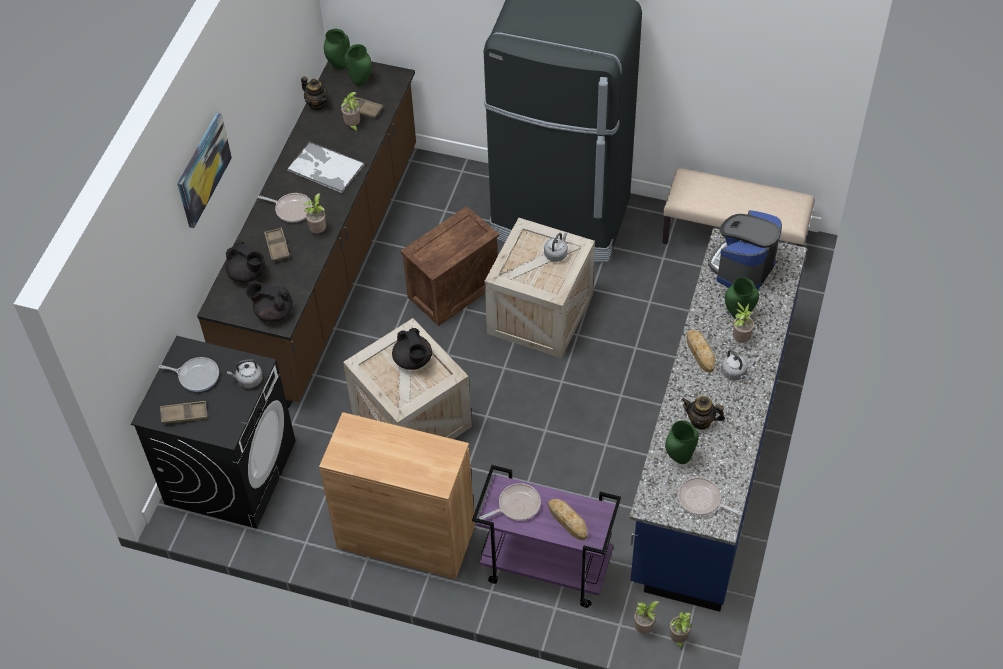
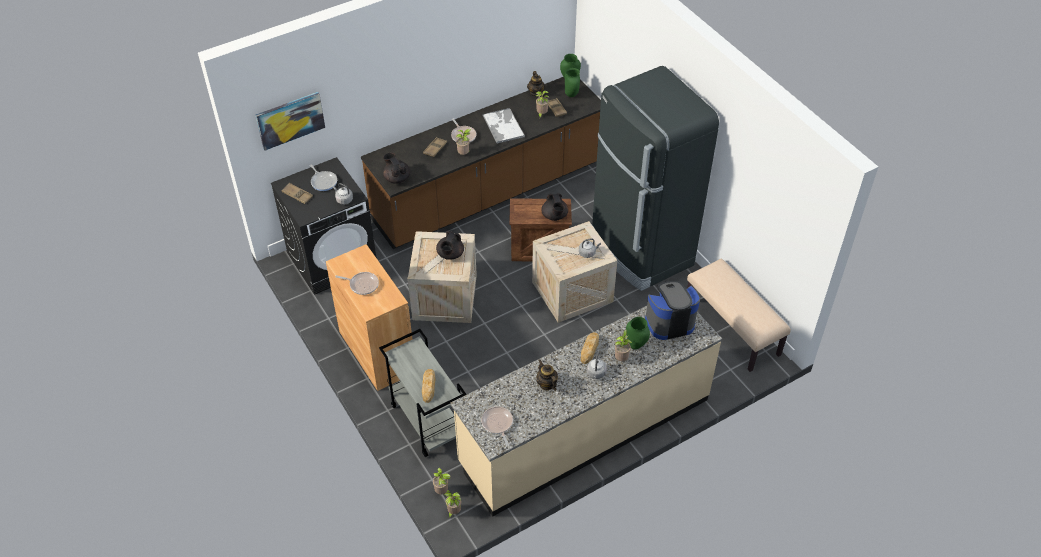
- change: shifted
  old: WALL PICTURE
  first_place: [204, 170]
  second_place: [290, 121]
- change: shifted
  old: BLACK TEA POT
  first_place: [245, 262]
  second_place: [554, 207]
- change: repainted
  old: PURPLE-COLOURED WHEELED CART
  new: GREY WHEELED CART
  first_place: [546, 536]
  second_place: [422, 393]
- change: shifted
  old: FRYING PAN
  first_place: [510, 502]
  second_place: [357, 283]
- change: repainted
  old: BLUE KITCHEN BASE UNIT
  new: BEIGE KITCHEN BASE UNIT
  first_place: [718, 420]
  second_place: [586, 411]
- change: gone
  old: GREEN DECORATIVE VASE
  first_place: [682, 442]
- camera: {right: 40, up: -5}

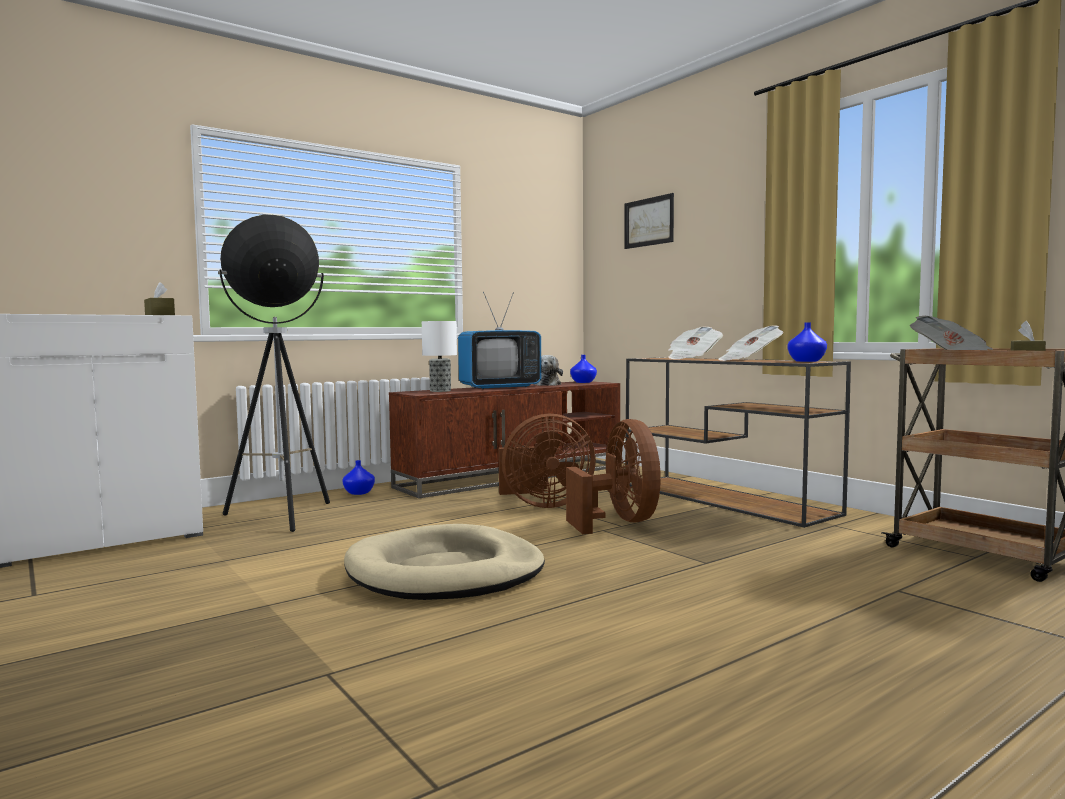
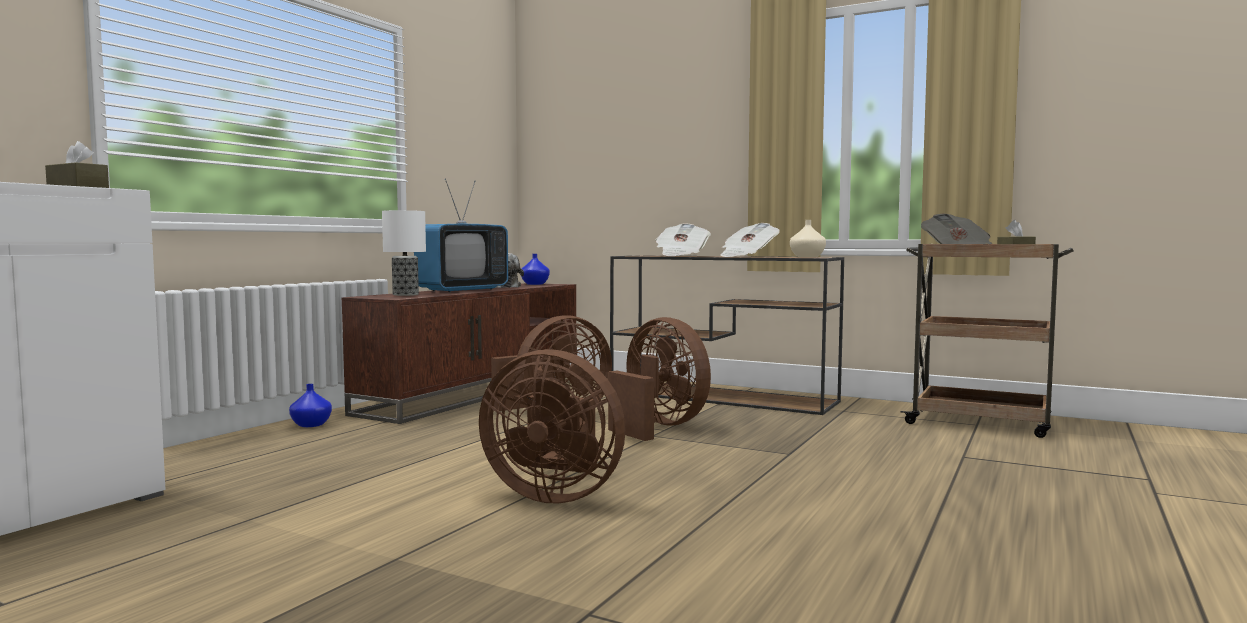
- change: gone
  old: STANDARD LAMP
  first_place: [274, 373]
- change: swapped
  old: BEIGE DOG CUSHION
  new: BROWN-COLOURED ELECTRIC FAN
  first_place: [444, 562]
  second_place: [552, 426]
- change: gone
  old: WALL PICTURE
  first_place: [649, 221]
- change: repainted
  old: BLUE DECORATIVE VASE
  new: BEIGE DECORATIVE VASE
  first_place: [807, 342]
  second_place: [808, 238]
- camera: {right: -25, up: 0}

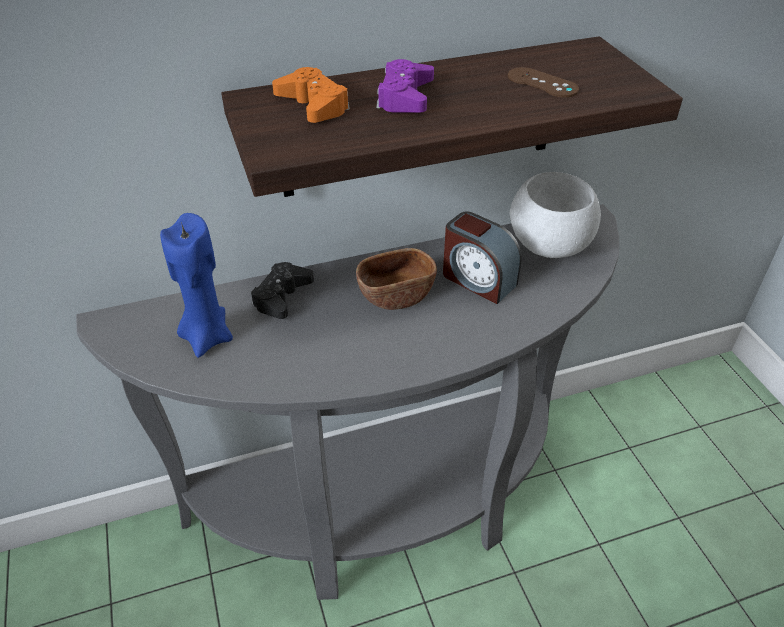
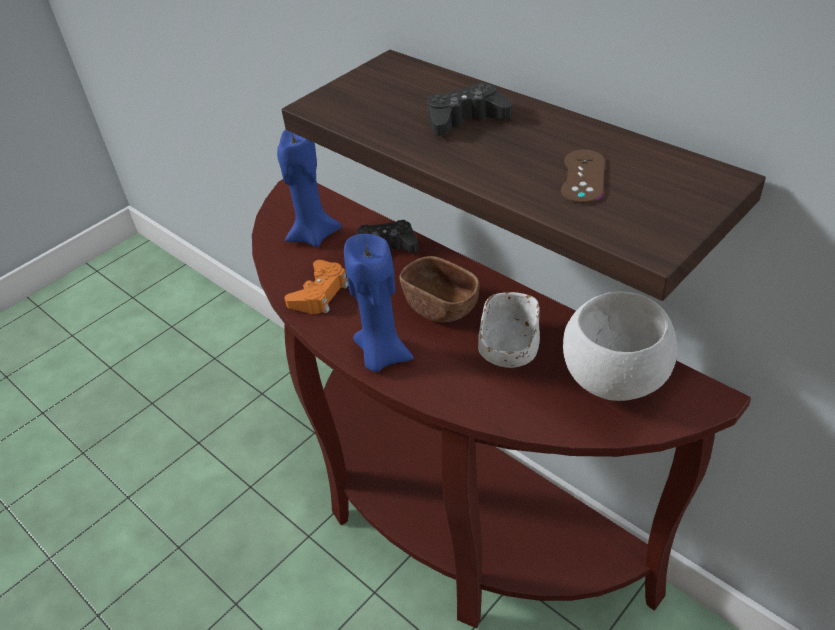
- change: repainted
  old: GREY CONSOLE TABLE
  new: BROWN-COLOURED CONSOLE TABLE
  first_place: [347, 402]
  second_place: [501, 403]
- change: shifted
  old: ORANGEY GAME CONTROLLER
  first_place: [311, 95]
  second_place: [316, 287]
- change: repainted
  old: PURPLE-COLOURED GAME CONTROLLER
  new: BLACK GAME CONTROLLER
  first_place: [405, 86]
  second_place: [469, 109]
- change: swapped
  old: TABLE CLOCK
  new: WHITE SERVING BOWL
  first_place: [482, 258]
  second_place: [509, 330]
- change: new
  new: BLUE CANDLE
  second_place: [379, 303]
- camera: {right: 65, up: 0}

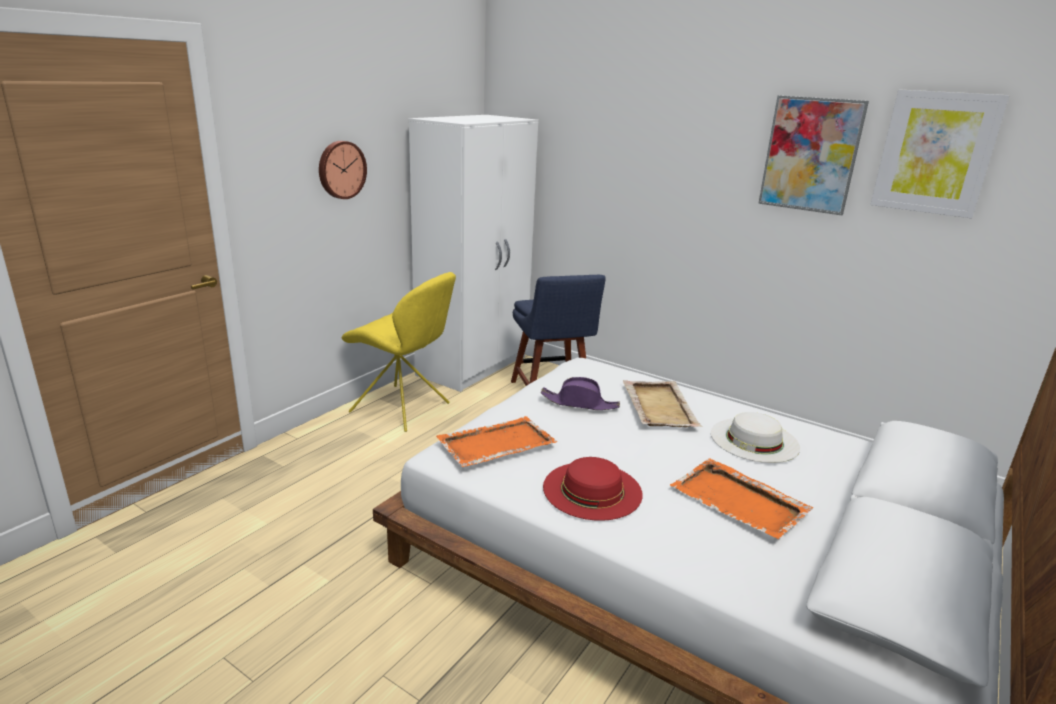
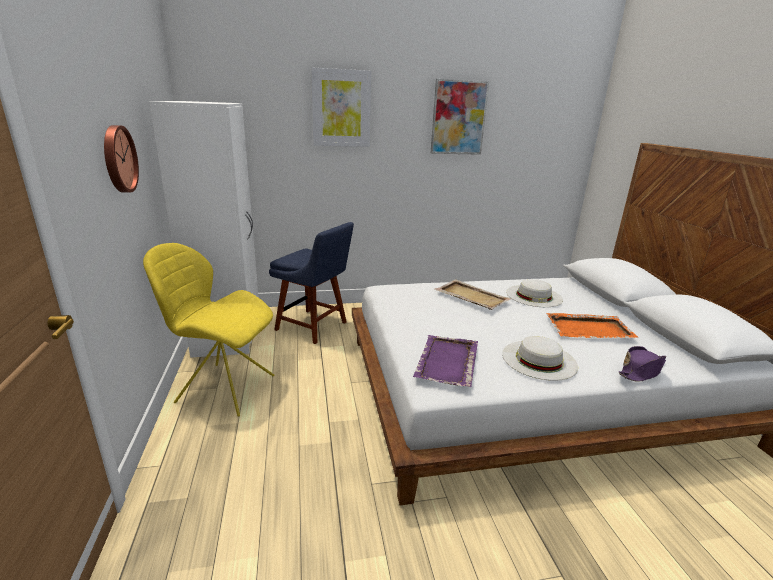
- change: rotated
  old: YELLOW PLAIN CHAIR
  first_place: [399, 352]
  second_place: [208, 330]
  degrees: -150
- change: repainted
  old: ORANGEY SERVING TRAY
  new: PURPLE-COLOURED SERVING TRAY
  first_place: [496, 441]
  second_place: [445, 361]
- change: shifted
  old: PURPLE-COLOURED WEARABLE HAT
  first_place: [580, 393]
  second_place: [642, 364]
- change: repainted
  old: RED WEARABLE HAT
  new: WHITE WEARABLE HAT
  first_place: [593, 489]
  second_place: [540, 358]
- change: shifted
  old: WALL PICTURE
  first_place: [939, 153]
  second_place: [341, 107]
- camera: {right: -45, up: 0}

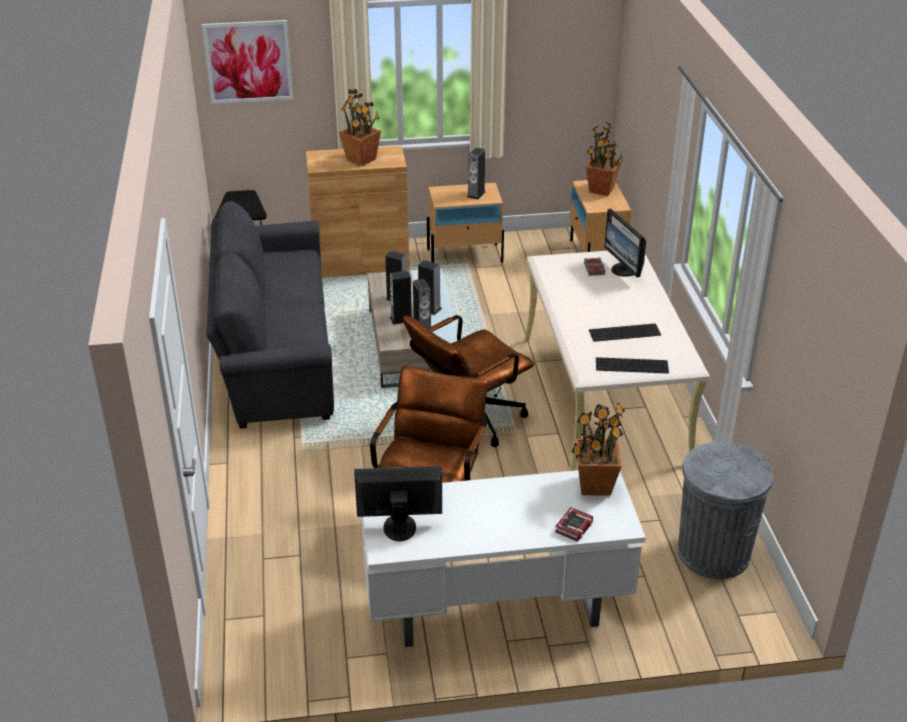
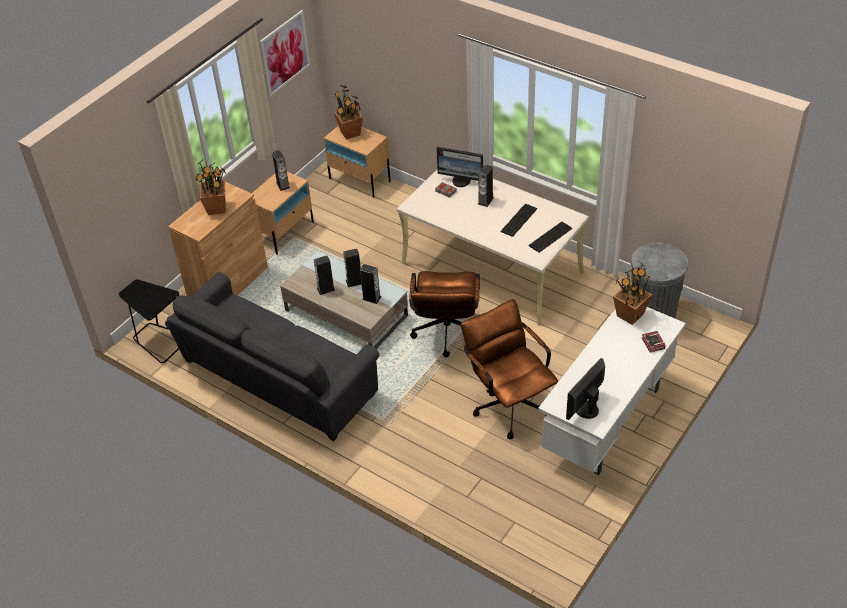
- change: shifted
  old: WALL PICTURE
  first_place: [247, 62]
  second_place: [285, 53]
- change: shifted
  old: SPEAKER
  first_place: [401, 298]
  second_place: [486, 185]
- camera: {right: -45, up: 10}

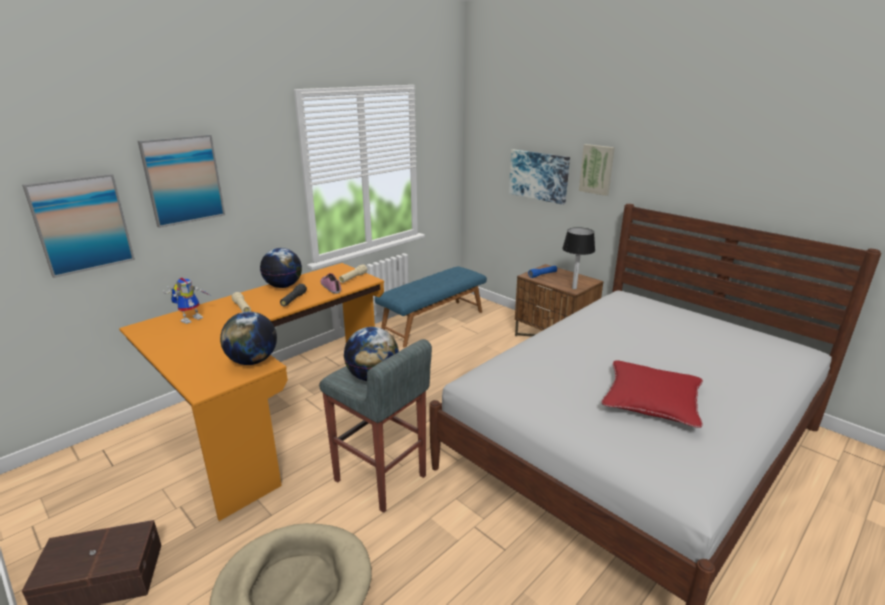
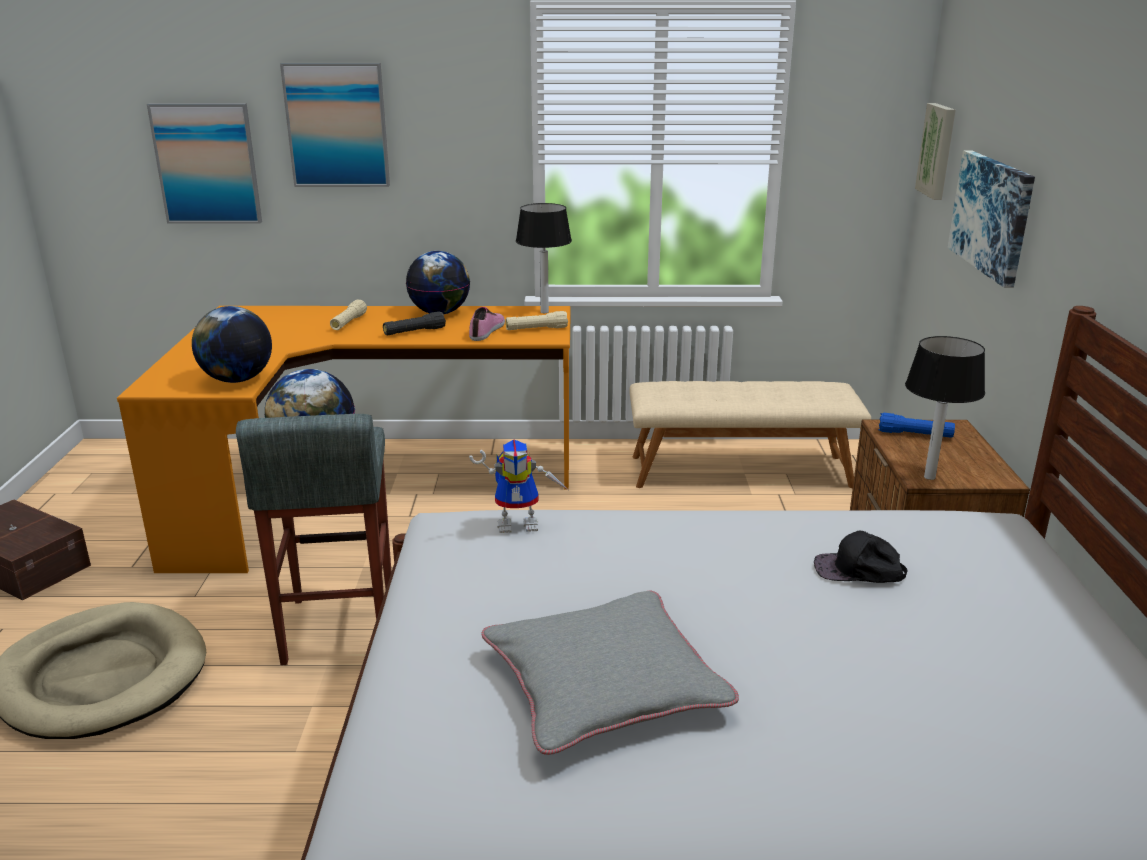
- change: shifted
  old: ROBOT FIGURE
  first_place: [186, 301]
  second_place: [518, 486]
- change: repainted
  old: BLUE BENCH
  new: BEIGE BENCH
  first_place: [431, 307]
  second_place: [750, 434]
- change: shifted
  old: WALL PICTURE
  first_place: [597, 170]
  second_place: [935, 151]
- change: repainted
  old: RED PILLOW
  new: GREY PILLOW
  first_place: [652, 394]
  second_place: [610, 673]
- change: new
  new: LAMP FOR A TABLE
  second_place: [544, 258]
- change: new
  new: BLACK CAP
  second_place: [861, 557]
- camera: {right: 45, up: 0}

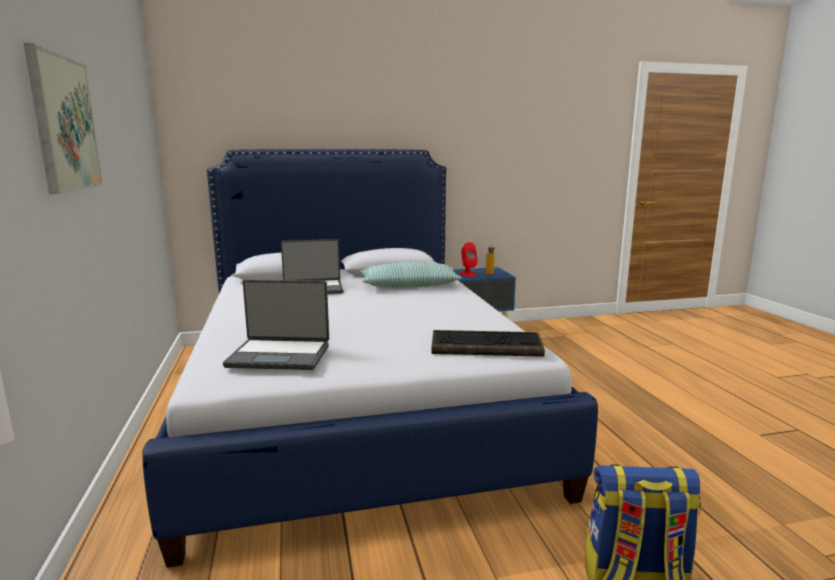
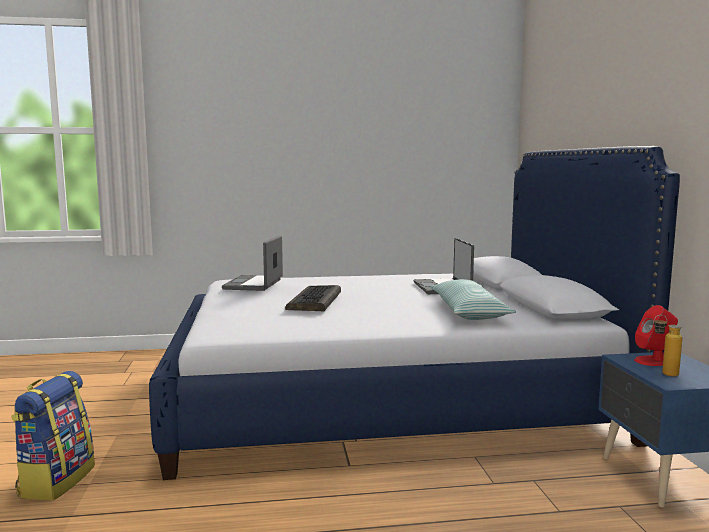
- change: gone
  old: WALL PICTURE
  first_place: [63, 118]
- change: shifted
  old: COMPUTER KEYBOARD
  first_place: [488, 343]
  second_place: [313, 298]
- camera: {right: 95, up: -5}

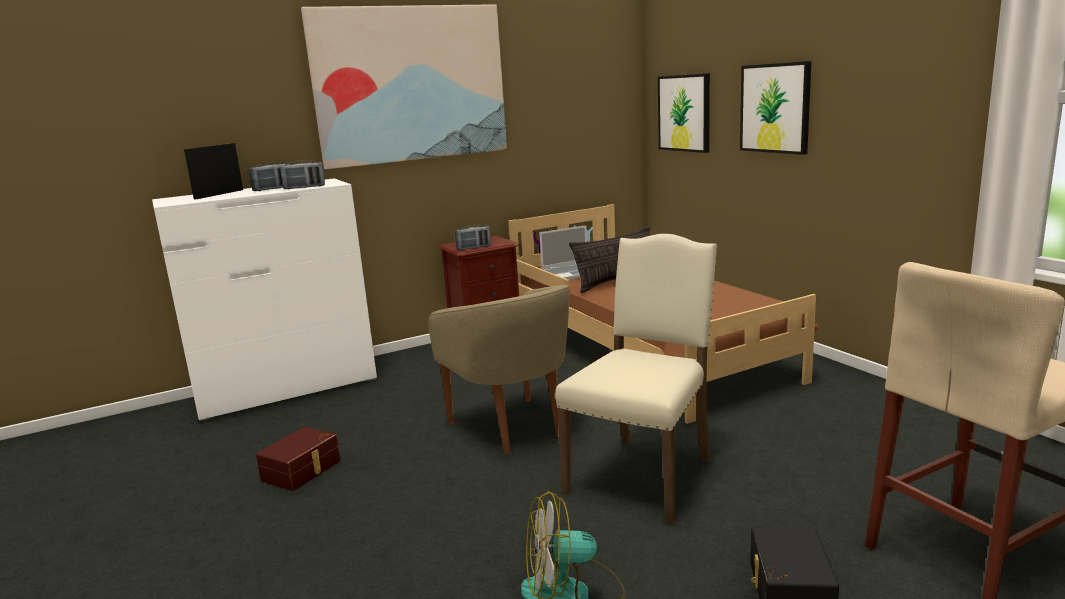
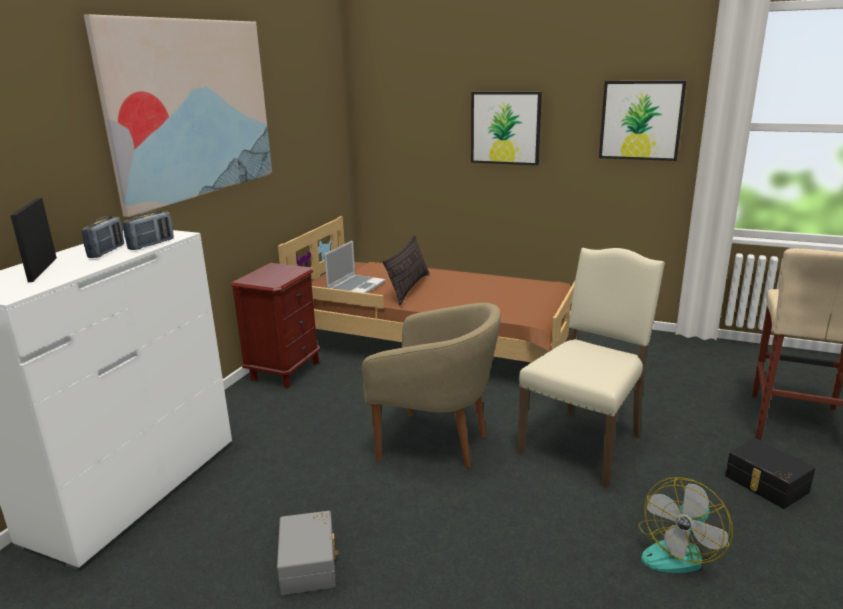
- change: repainted
  old: BROWN-COLOURED STORAGE BIN
  new: GREY STORAGE BIN
  first_place: [298, 458]
  second_place: [307, 553]
- change: gone
  old: RADIO RECEIVER
  first_place: [473, 237]
- change: rotated
  old: BEIGE PLAIN CHAIR
  first_place: [636, 379]
  second_place: [591, 368]
  degrees: 45
- change: shifted
  old: WALL PICTURE
  first_place: [684, 113]
  second_place: [642, 121]
- camera: {right: -40, up: 5}

